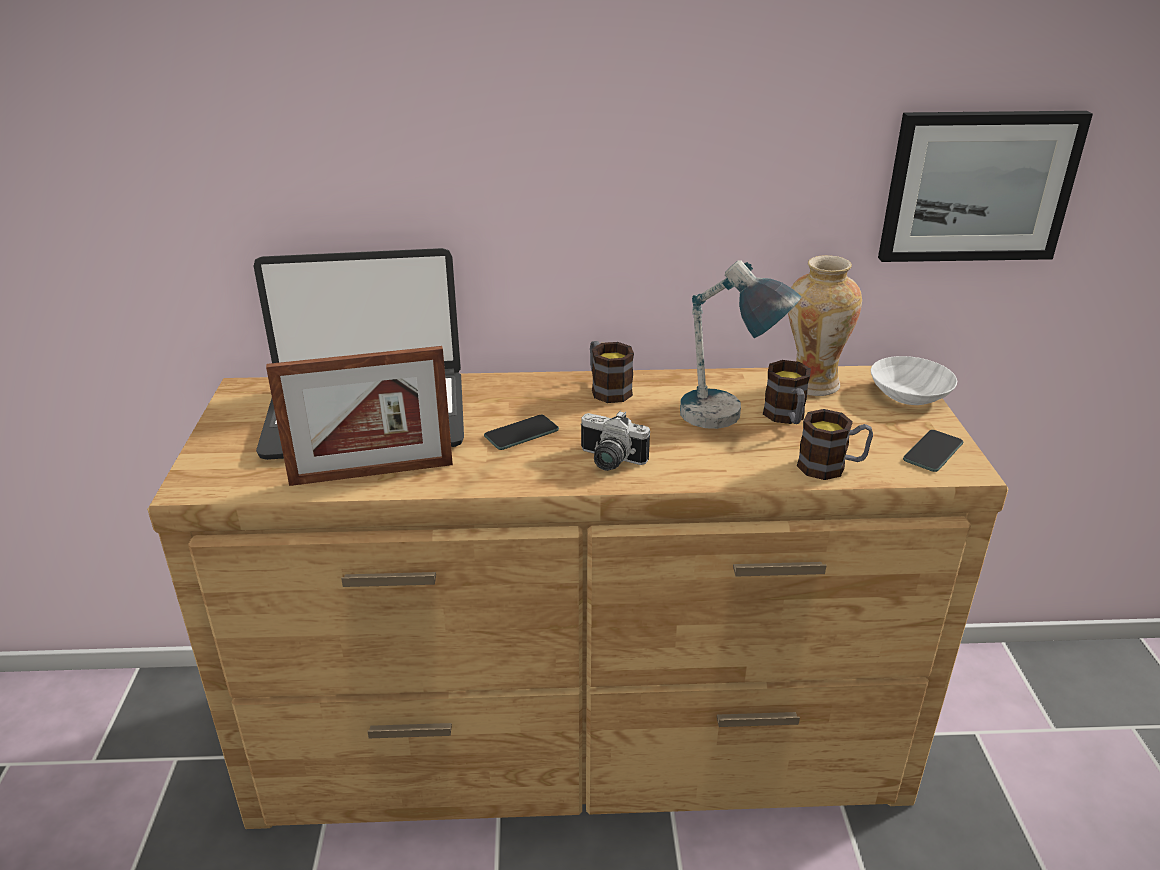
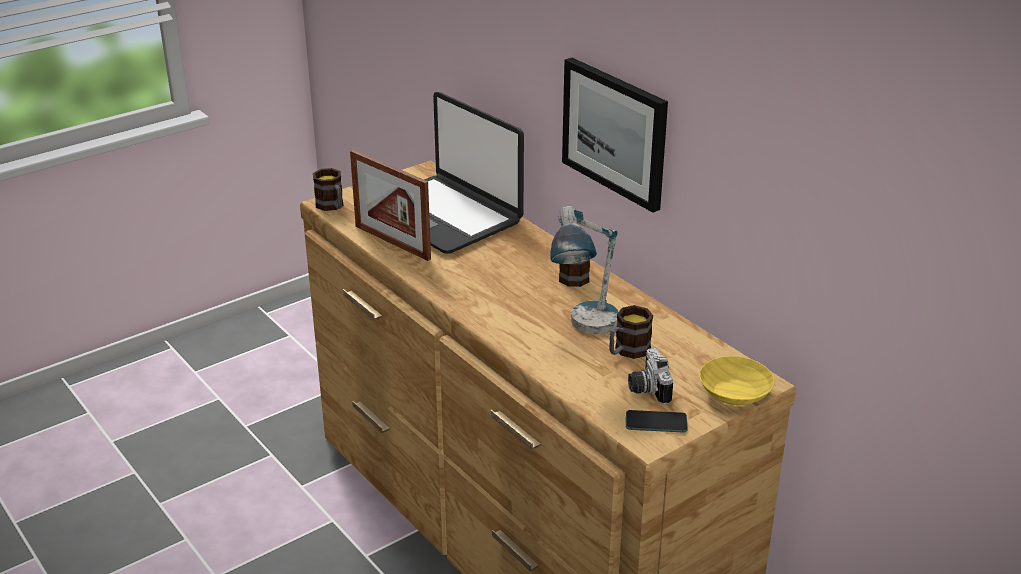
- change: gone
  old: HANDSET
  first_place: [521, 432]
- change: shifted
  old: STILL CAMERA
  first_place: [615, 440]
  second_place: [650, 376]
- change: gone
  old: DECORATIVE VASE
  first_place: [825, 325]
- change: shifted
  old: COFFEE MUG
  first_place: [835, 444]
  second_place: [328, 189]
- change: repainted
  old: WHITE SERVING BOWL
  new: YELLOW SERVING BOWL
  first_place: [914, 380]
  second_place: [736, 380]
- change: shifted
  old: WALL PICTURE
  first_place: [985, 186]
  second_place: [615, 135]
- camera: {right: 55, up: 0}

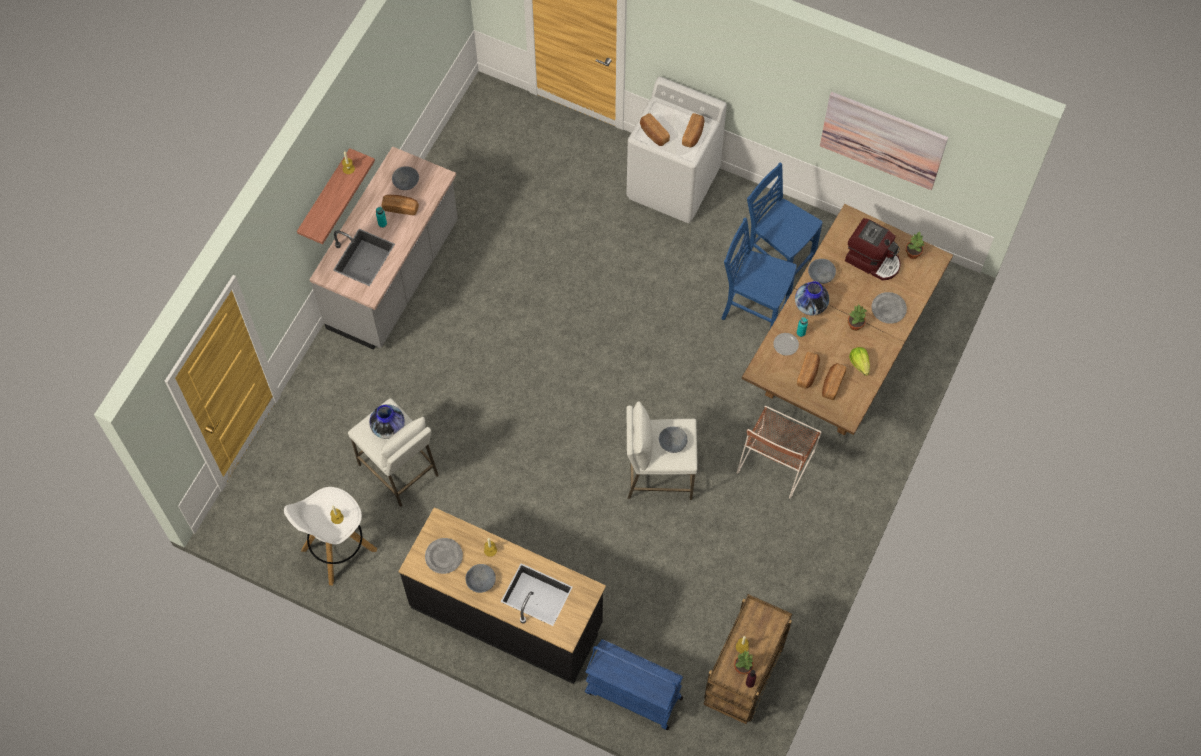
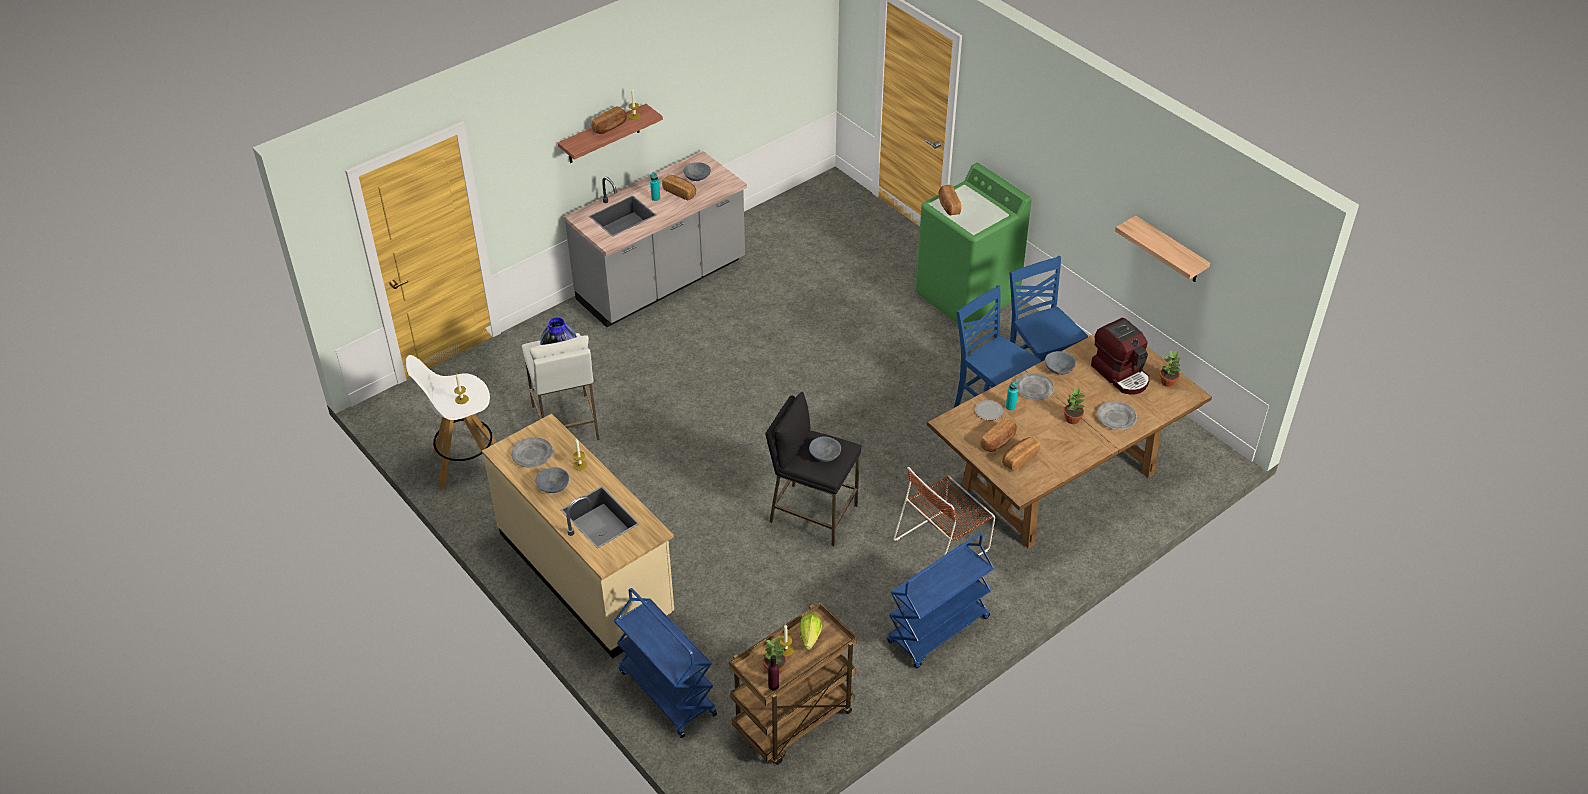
- change: repainted
  old: BLACK KITCHEN BASE UNIT
  new: BEIGE KITCHEN BASE UNIT
  first_place: [502, 595]
  second_place: [578, 536]
- change: repainted
  old: WHITE WASHING MACHINE
  new: GREEN WASHING MACHINE
  first_place: [676, 150]
  second_place: [974, 246]
- change: repainted
  old: WHITE SITTING STOOL
  new: BLACK SITTING STOOL
  first_place: [662, 450]
  second_place: [813, 469]
- change: shifted
  old: BAKERY BREAD
  first_place: [693, 130]
  second_place: [609, 120]
- change: swapped
  old: DECORATIVE VASE
  new: GREY PLATE
  first_place: [812, 298]
  second_place: [1034, 386]
- change: swapped
  old: WALL PICTURE
  new: SHELF
  first_place: [884, 141]
  second_place: [1162, 248]
- change: shifted
  old: LETTUCE
  first_place: [859, 361]
  second_place: [810, 632]
- change: new
  new: BLUE WHEELED CART
  second_place: [940, 600]
- camera: {right: 25, up: -20}

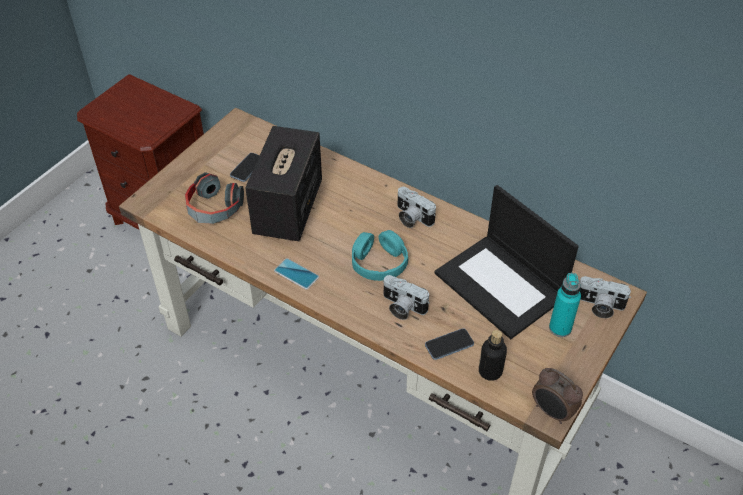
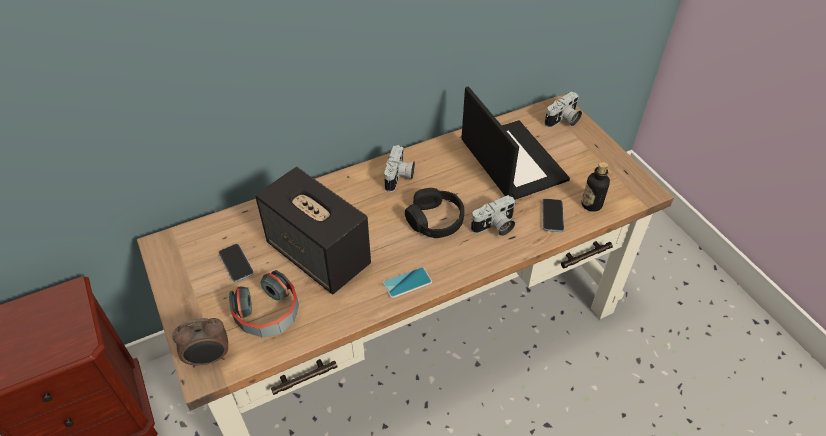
- change: repainted
  old: TURQUOISE HEADPHONES
  new: BLACK HEADPHONES
  first_place: [380, 255]
  second_place: [434, 213]
- change: rotated
  old: STILL CAMERA
  first_place: [416, 207]
  second_place: [399, 168]
  degrees: -60
- change: rotated
  old: PORTABLE COMPUTER
  first_place: [507, 262]
  second_place: [515, 143]
  degrees: -105
- change: shifted
  old: TABLE CLOCK
  first_place: [557, 396]
  second_place: [200, 343]
- change: gone
  old: TURQUOISE DRINK BOTTLE
  first_place: [565, 305]
- camera: {right: -60, up: 0}

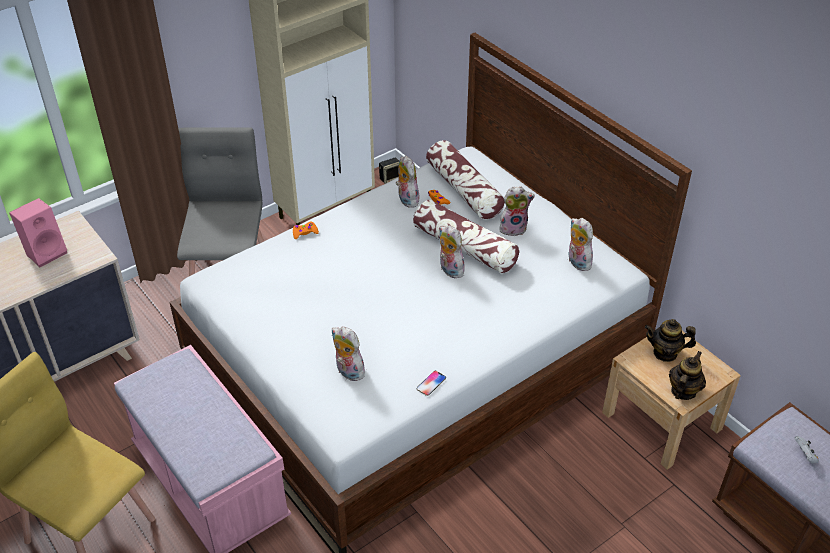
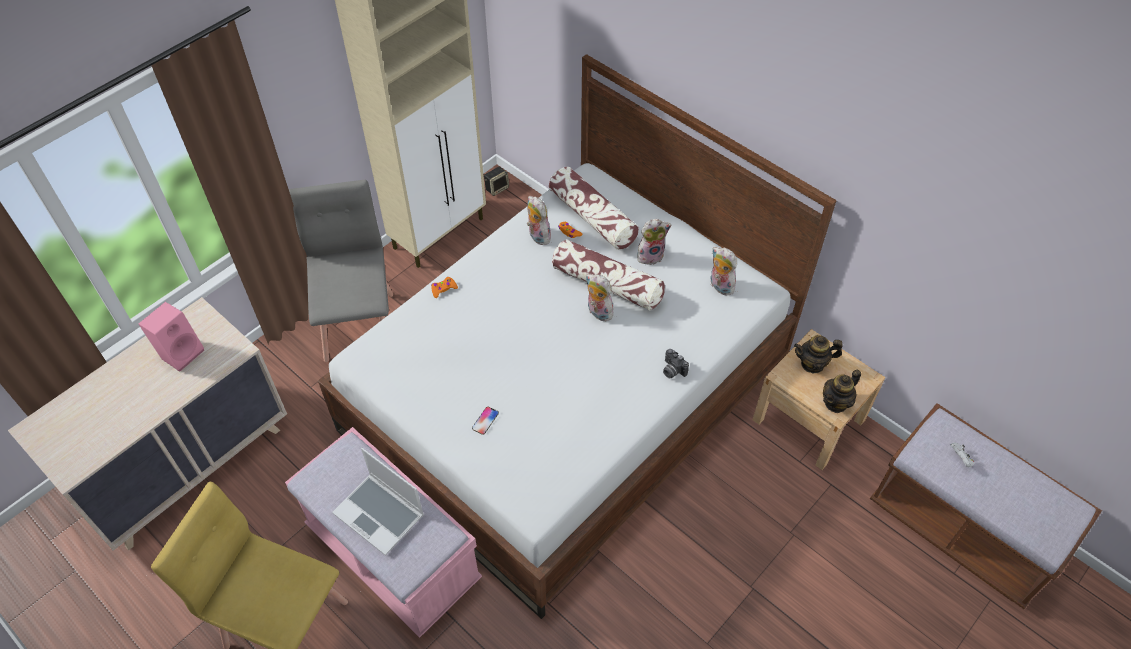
- change: gone
  old: CUDDLY TOY
  first_place: [348, 354]
- change: shifted
  old: HANDSET
  first_place: [431, 383]
  second_place: [485, 421]
- change: rotated
  old: TEA POT
  first_place: [687, 375]
  second_place: [842, 391]
  degrees: -150
- change: new
  new: PORTABLE COMPUTER
  second_place: [378, 502]
- change: new
  new: STILL CAMERA
  second_place: [676, 363]
- camera: {right: -10, up: 10}

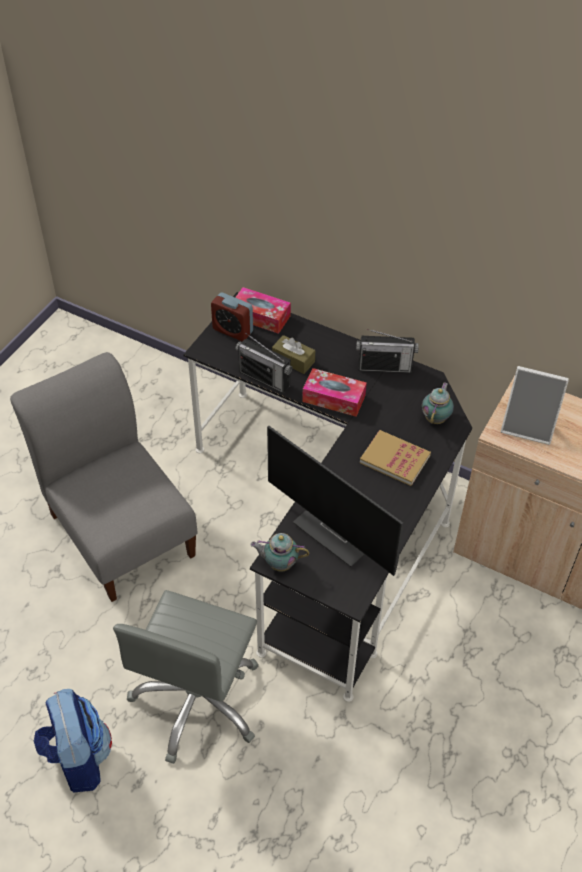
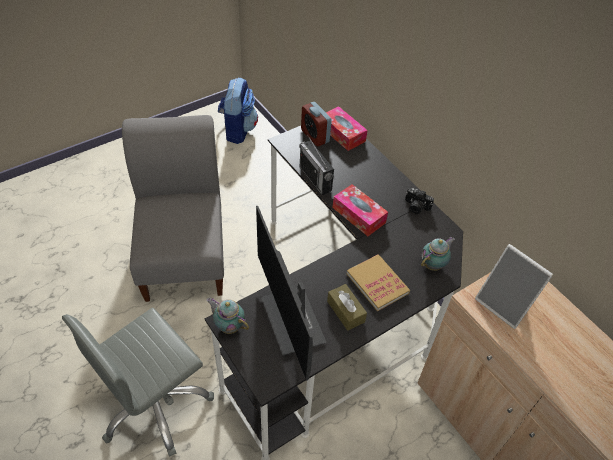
- change: shifted
  old: KNAPSACK
  first_place: [73, 740]
  second_place: [238, 110]
- change: shifted
  old: BROWN-COLOURED BOX OF TISSUES
  first_place: [293, 354]
  second_place: [347, 307]
- change: swapped
  old: RADIO RECEIVER
  new: STILL CAMERA
  first_place: [387, 351]
  second_place: [419, 201]
- camera: {right: 25, up: 0}

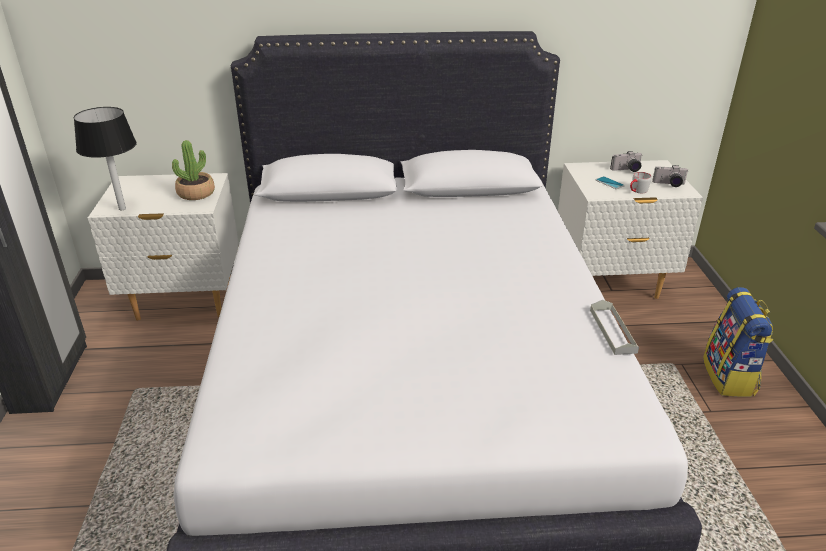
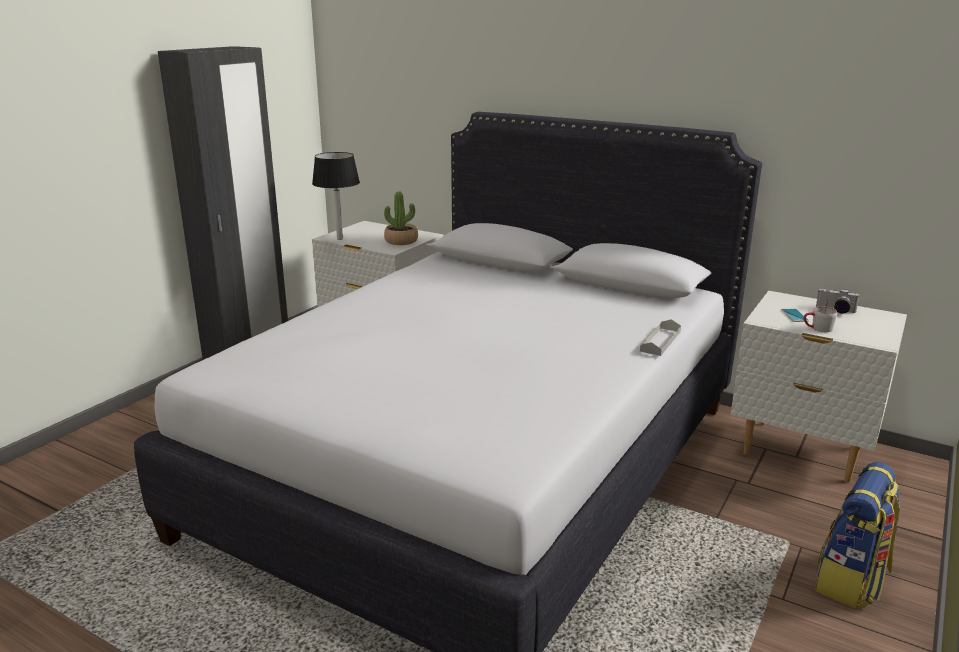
- change: shifted
  old: GREY SERVING TRAY
  first_place: [614, 327]
  second_place: [660, 337]
- change: gone
  old: STILL CAMERA
  first_place: [670, 176]
- camera: {right: 35, up: -10}

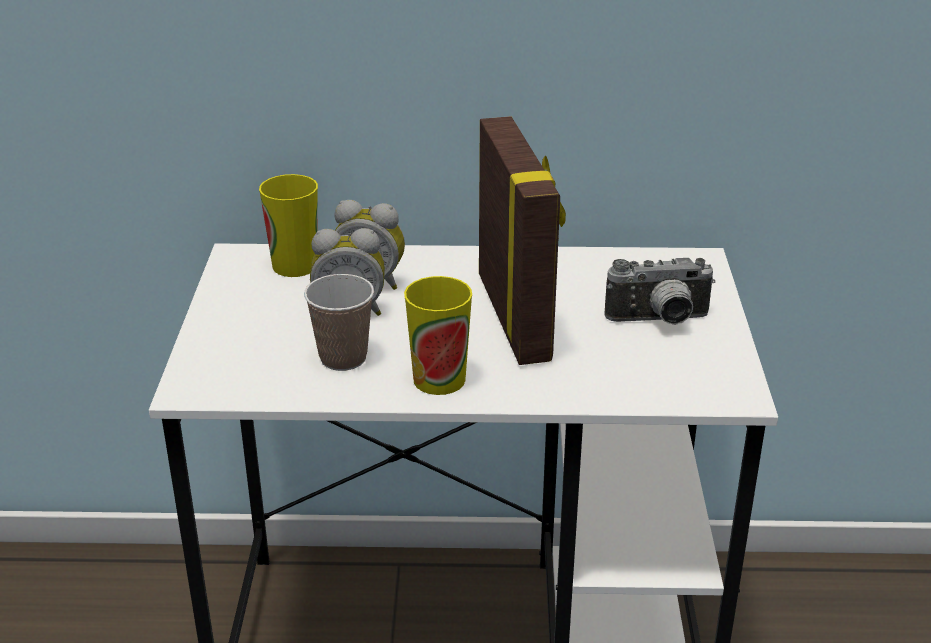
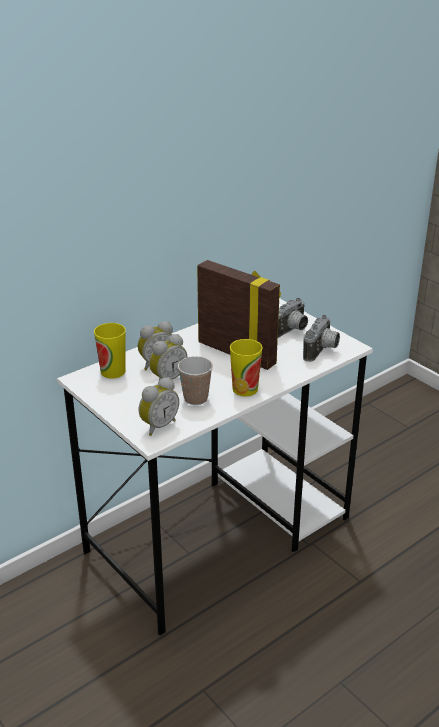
- change: new
  new: TABLE CLOCK
  second_place: [159, 406]
- change: new
  new: STILL CAMERA
  second_place: [321, 338]
- camera: {right: -40, up: 0}

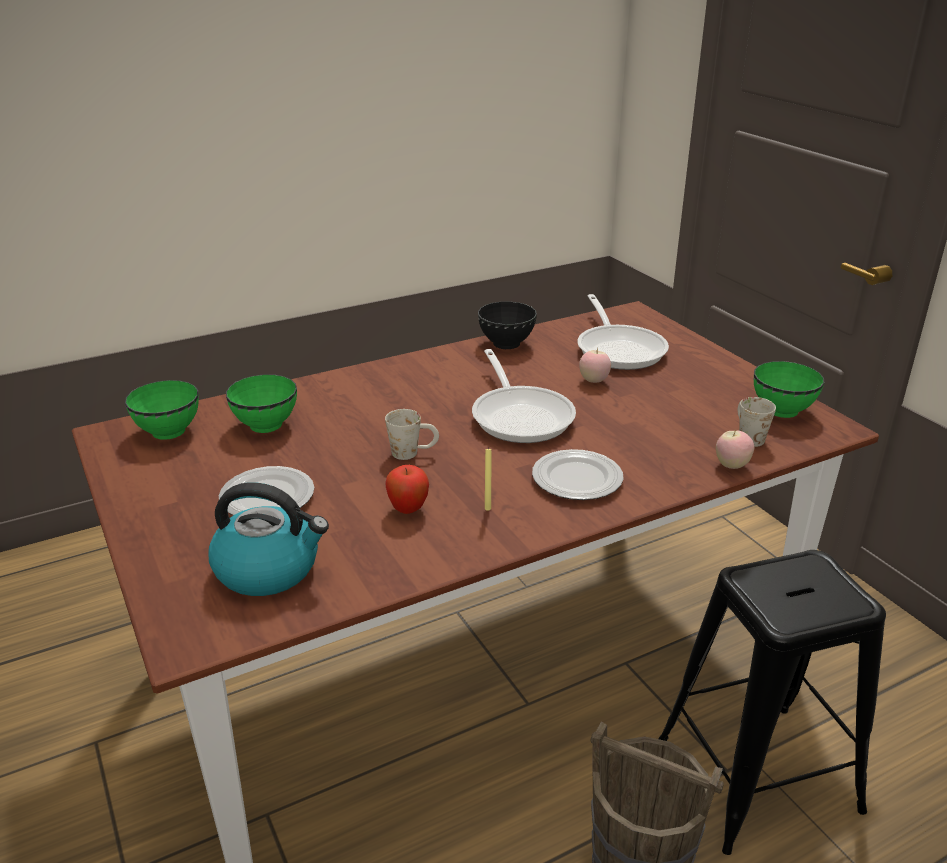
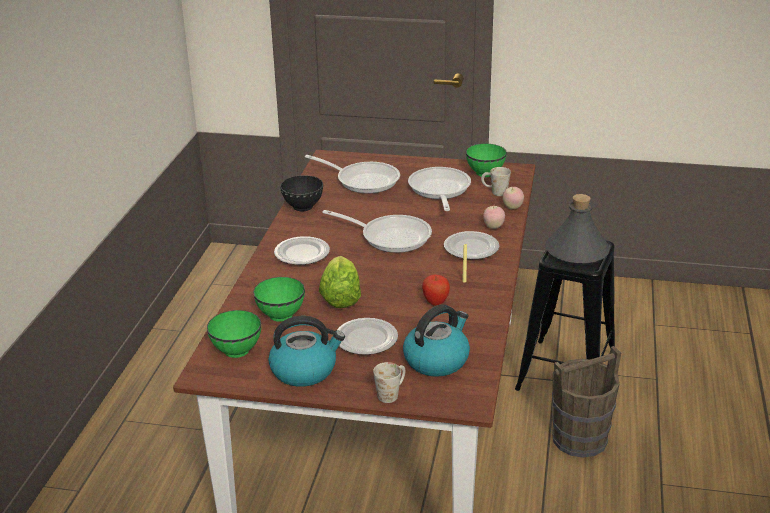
- change: shifted
  old: WHITE COFFEE MUG
  first_place: [412, 434]
  second_place: [389, 382]
- change: shifted
  old: WHOLE APPLE
  first_place: [595, 365]
  second_place: [494, 217]
- change: new
  new: WATER KETTLE
  second_place: [307, 351]
- change: new
  new: PLATE
  second_place: [302, 250]
- change: new
  new: LETTUCE
  second_place: [340, 282]
- change: new
  new: FRYING PAN
  second_place: [439, 189]
- change: new
  new: GREY DRINK BOTTLE
  second_place: [577, 230]
- camera: {right: -50, up: 0}

